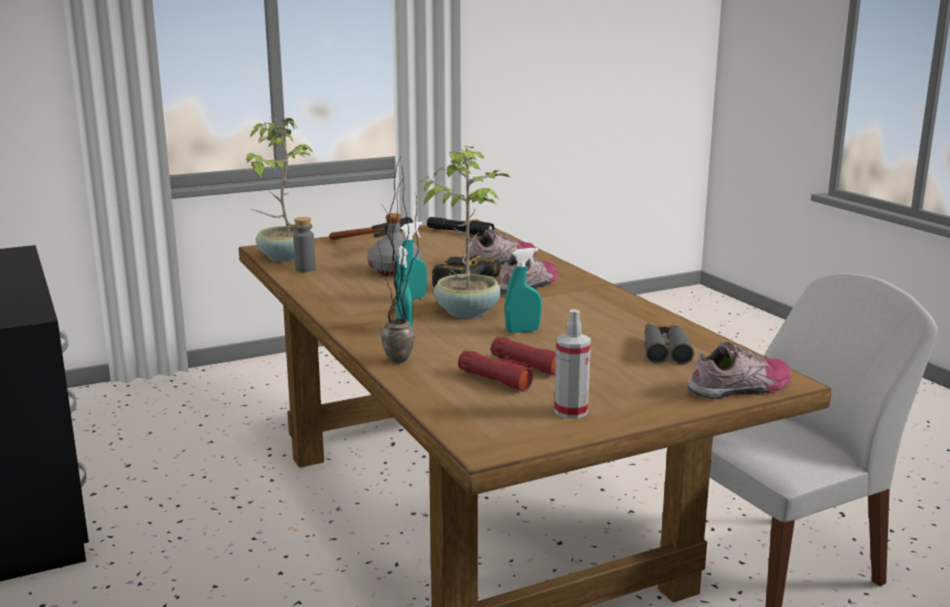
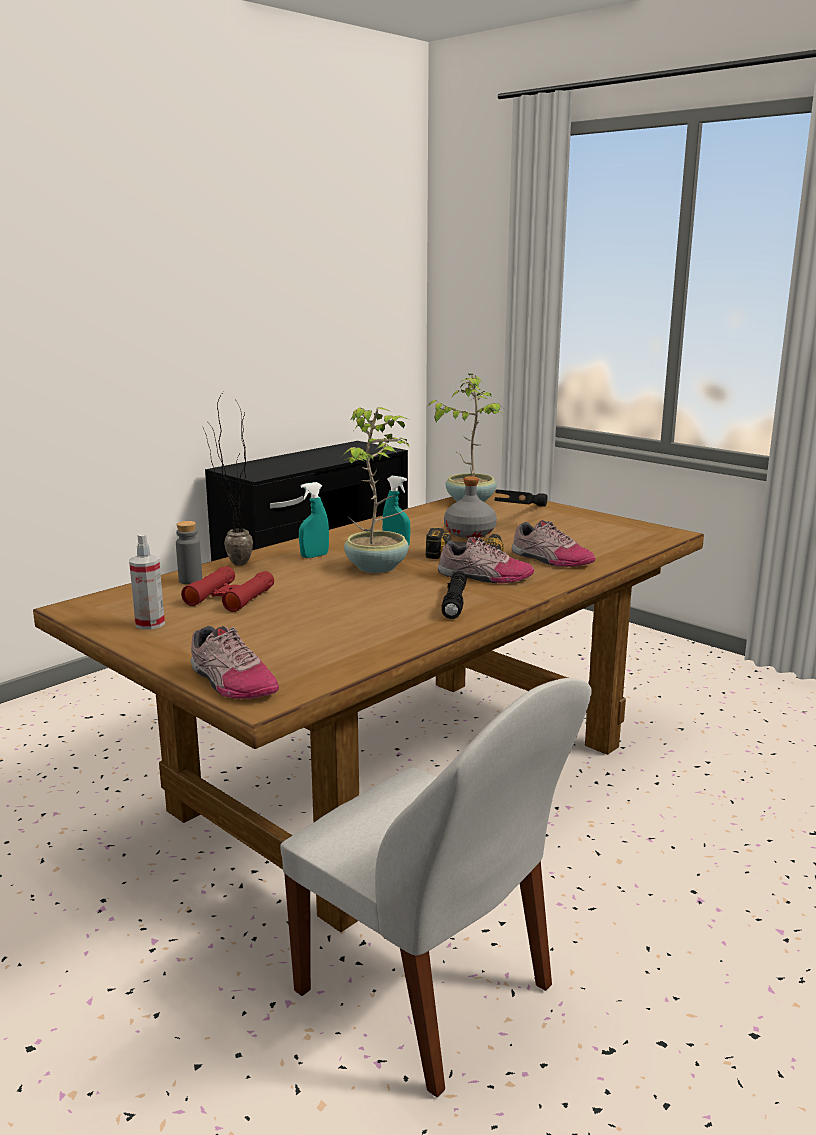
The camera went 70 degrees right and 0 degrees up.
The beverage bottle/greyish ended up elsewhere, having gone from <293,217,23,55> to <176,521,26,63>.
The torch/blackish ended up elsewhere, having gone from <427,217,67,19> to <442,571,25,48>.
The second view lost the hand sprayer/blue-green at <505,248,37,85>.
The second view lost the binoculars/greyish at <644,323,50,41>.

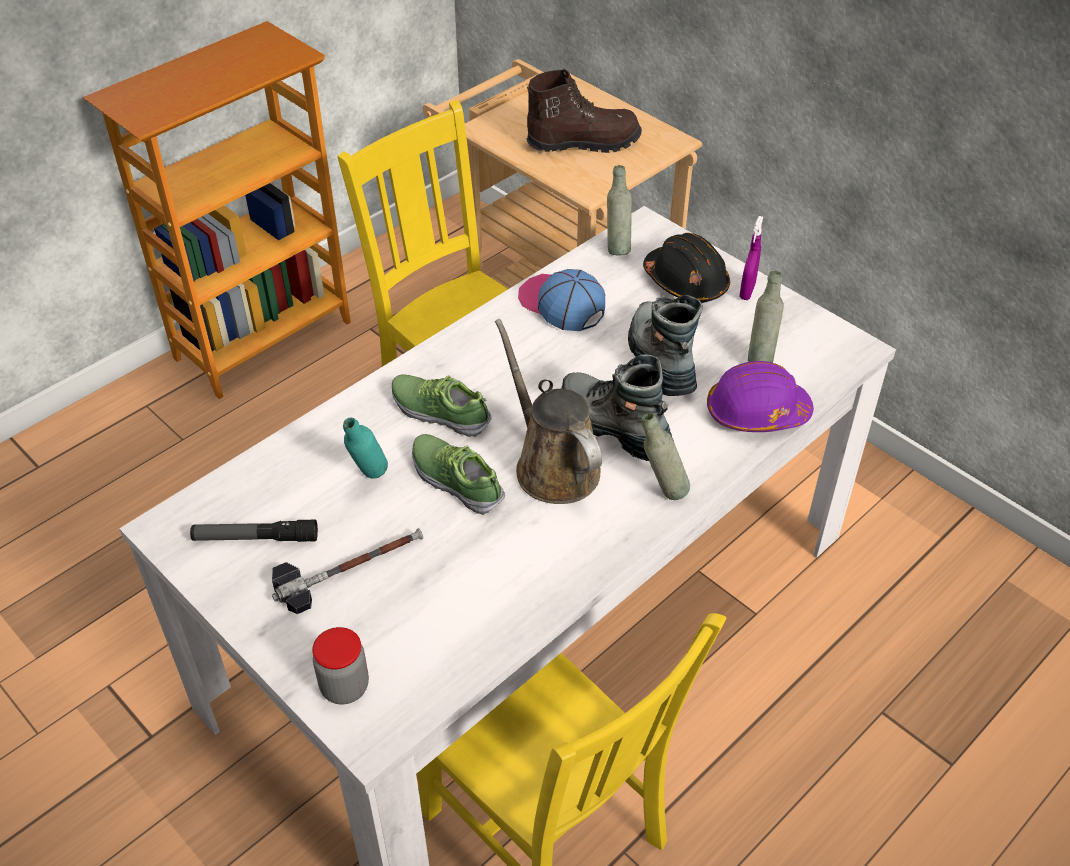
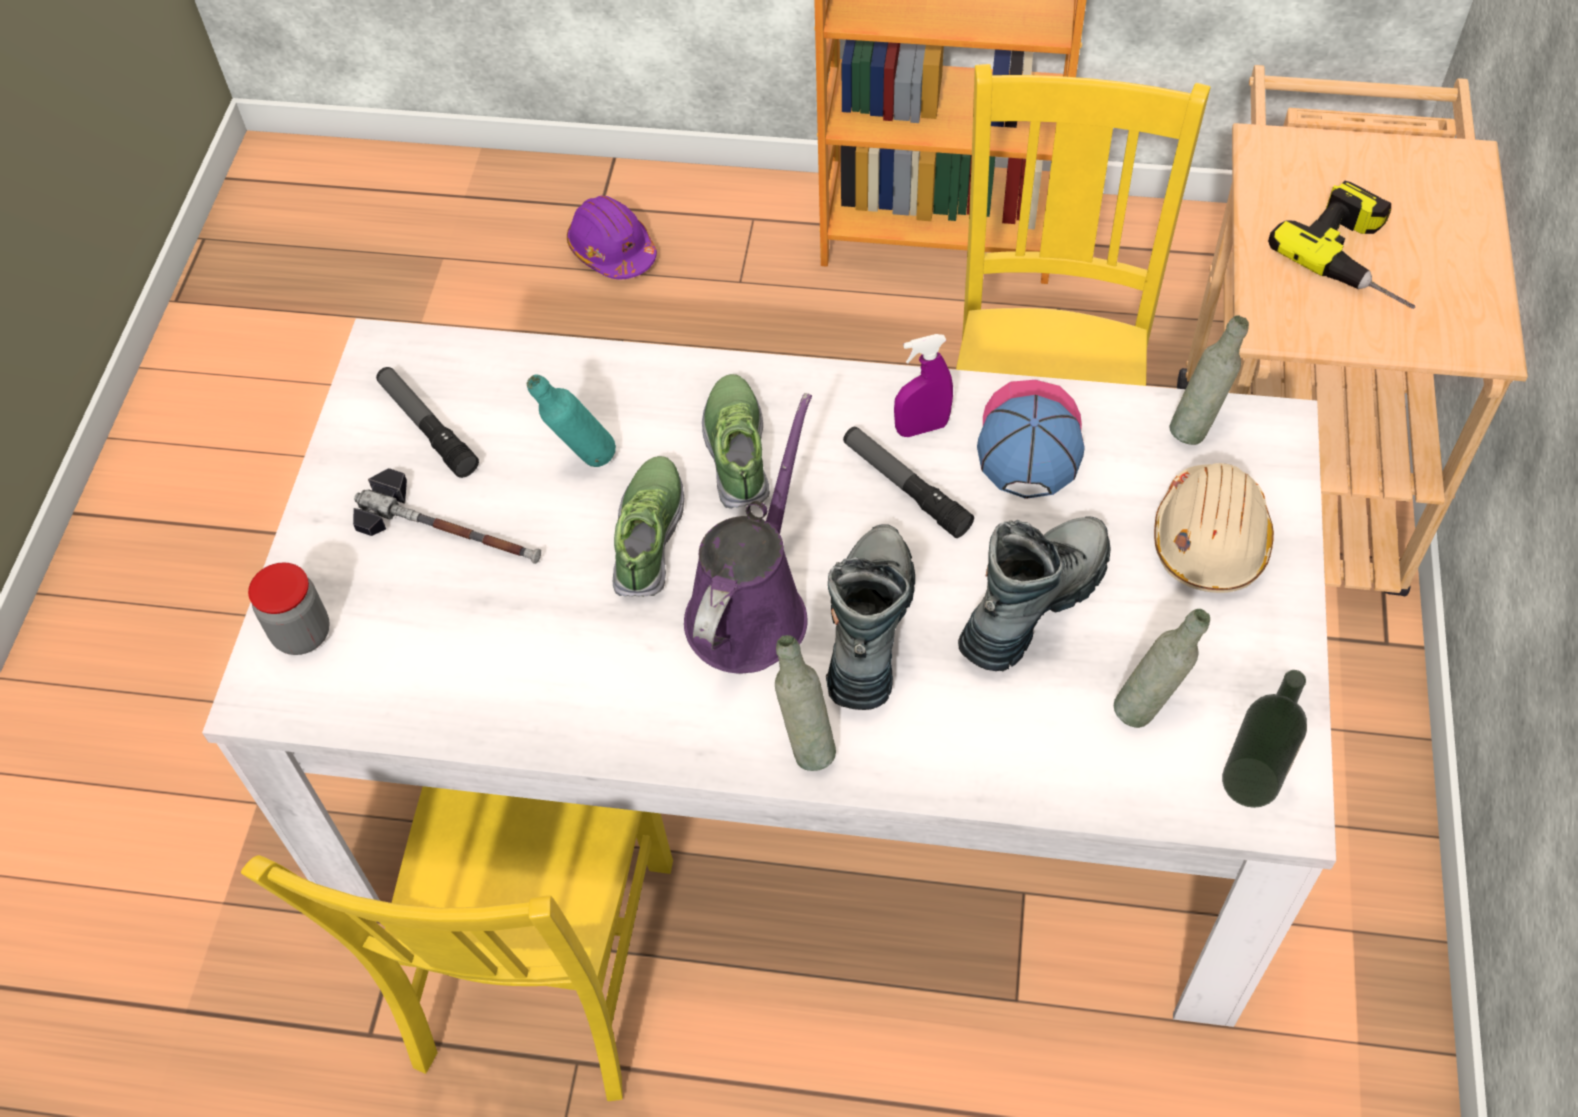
The camera went 55 degrees right and 10 degrees up.
Where the tall boot/brownish stood at <527,69,115,84>, the power drill came to stand at <1268,181,147,128>.
The hand sprayer/purple ended up elsewhere, having gone from <739,216,24,84> to <894,334,59,103>.
What was the safety helmet/blackish at <643,233,87,70> turned into the safety helmet/beige at <1154,463,120,130>.
What was the sprinkling can/brownish at <495,319,107,185> turned into the sprinkling can/purple at <684,393,128,281>.
The safety helmet/purple ended up elsewhere, having gone from <707,361,107,71> to <567,196,90,83>.
The second view gained the torch at <843,427,131,111>.
The second view gained the beverage bottle at <1222,670,85,138>.

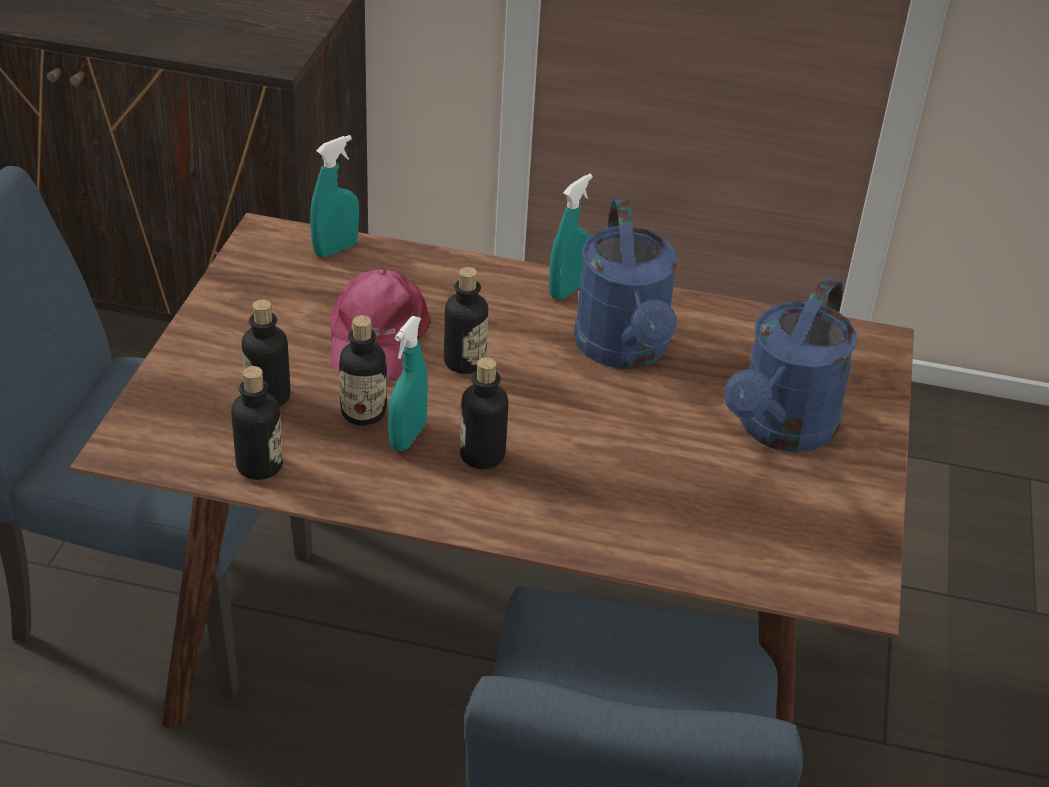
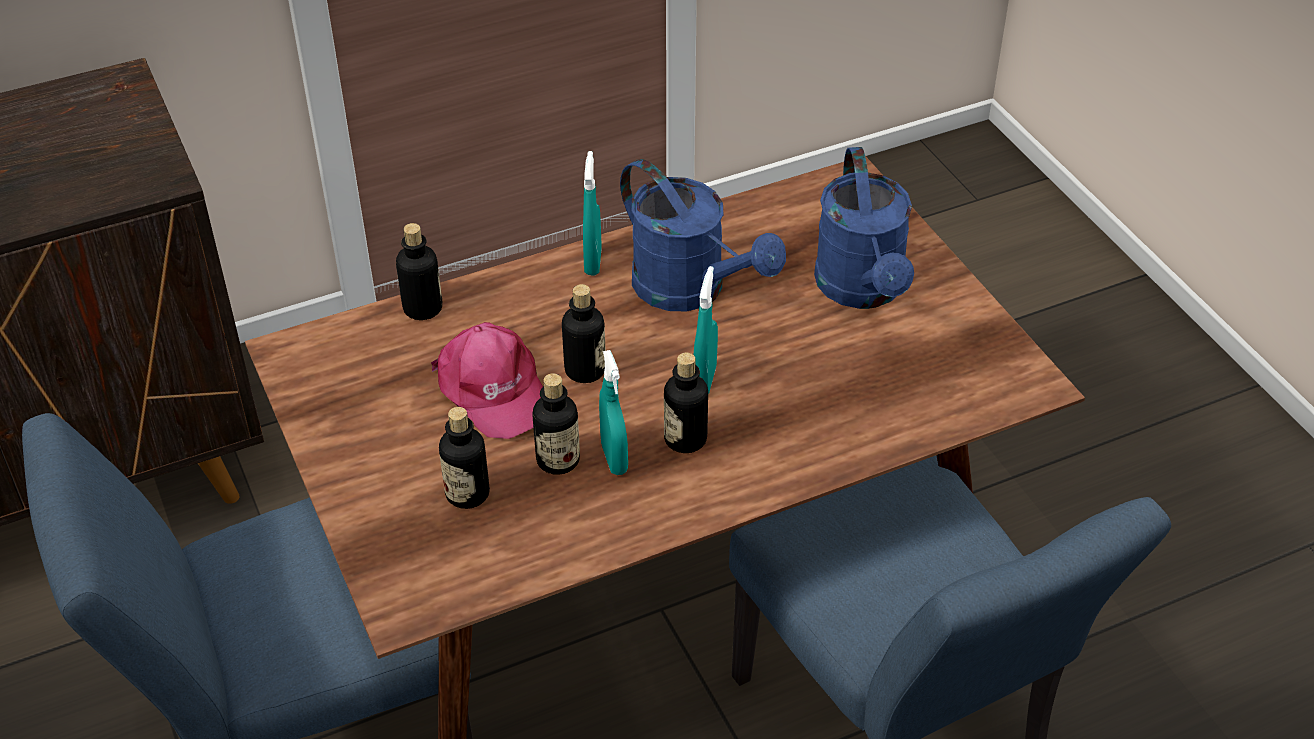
The camera went 35 degrees left and 5 degrees up.
The hand sprayer/blue-green ended up elsewhere, having gone from <310,135,49,122> to <694,266,24,128>.
The beverage bottle ended up elsewhere, having gone from <231,366,52,114> to <396,223,46,97>.

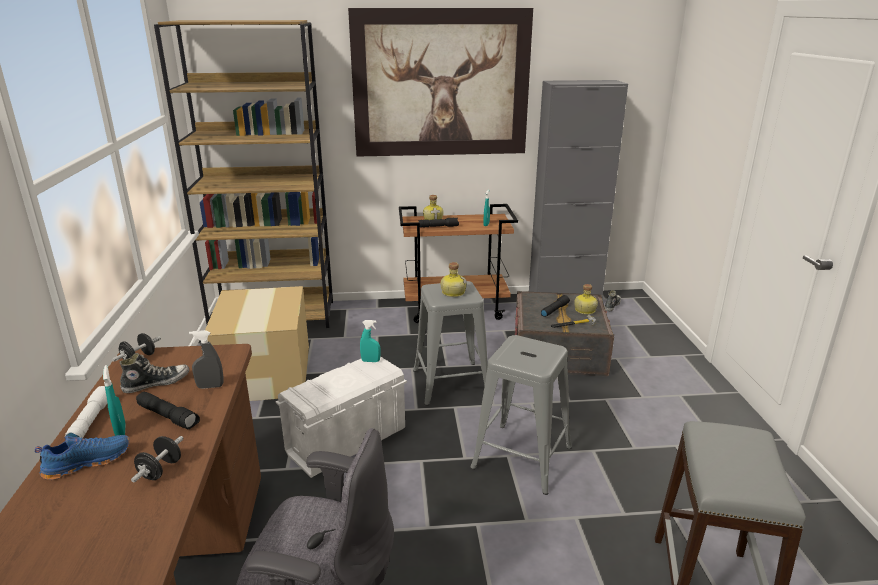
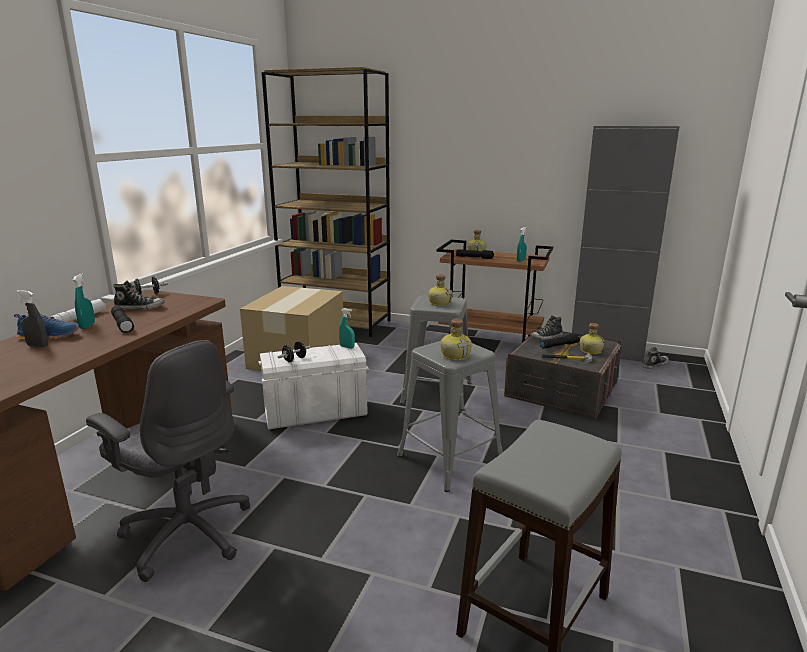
The camera went 25 degrees right and 5 degrees down.
The second view lost the wall picture at <348,8,185,149>.
The hand sprayer/greyish ended up elsewhere, having gone from <189,330,34,59> to <17,290,31,58>.
The dumbbell/blackish ended up elsewhere, having gone from <131,436,52,47> to <278,341,32,21>.
The second view gained the shoe at <530,316,33,24>.
The second view gained the beverage bottle at <440,319,32,41>.

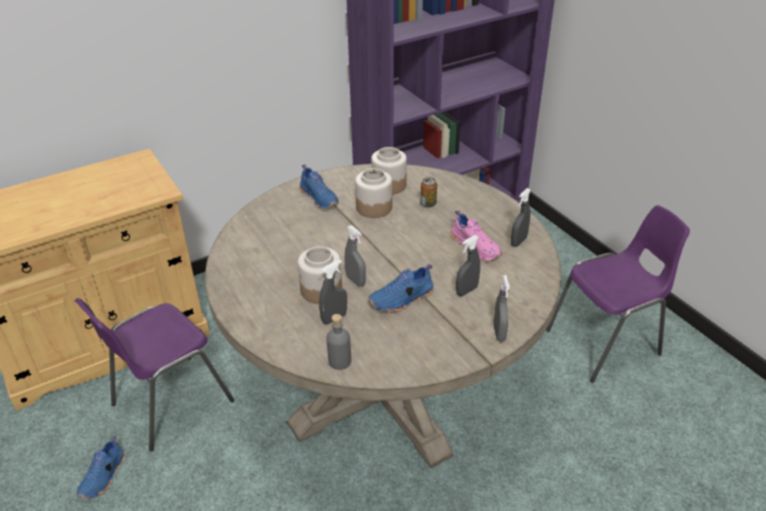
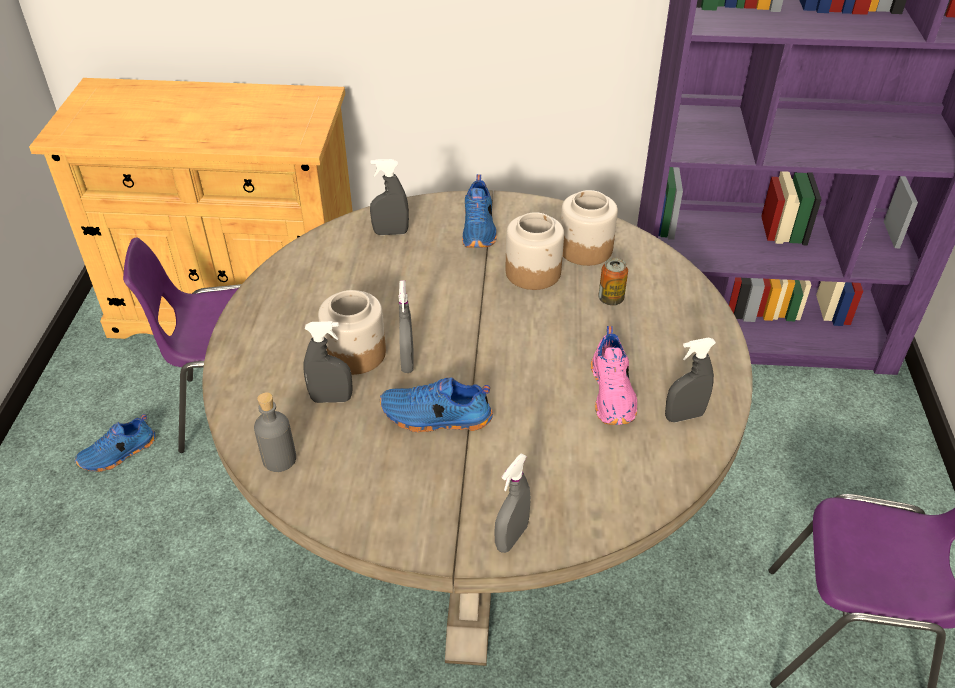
The camera went 35 degrees right and 5 degrees up.
The hand sprayer/greyish ended up elsewhere, having gone from <456,235,24,61> to <370,159,39,76>.

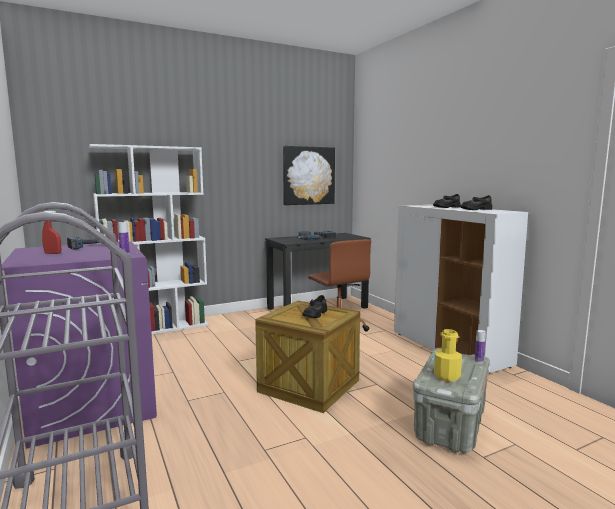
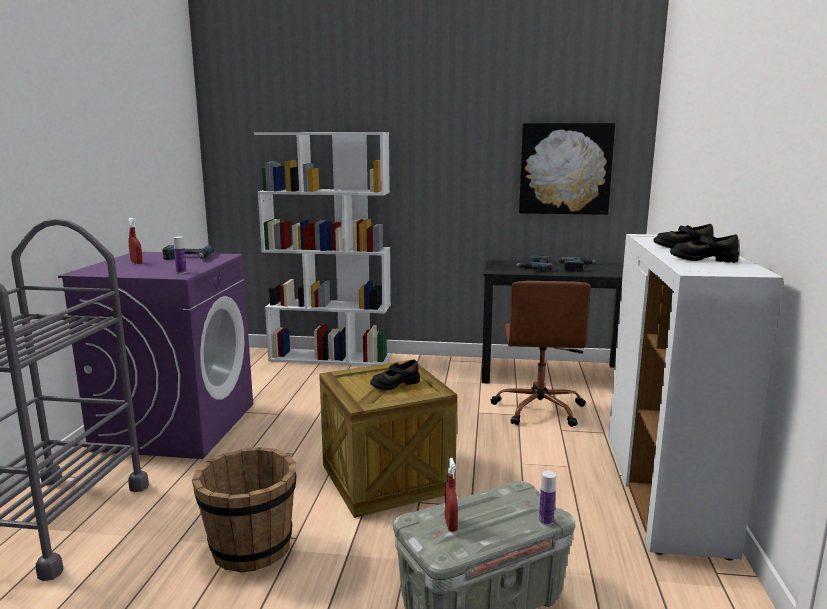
The camera went 35 degrees right and 5 degrees up.
Where the beverage bottle/yellow-coloured stood at <434,329,28,53>, the hand sprayer/red-coloured came to stand at <445,458,13,74>.
The second view gained the bucket/brownish at <192,447,104,126>.

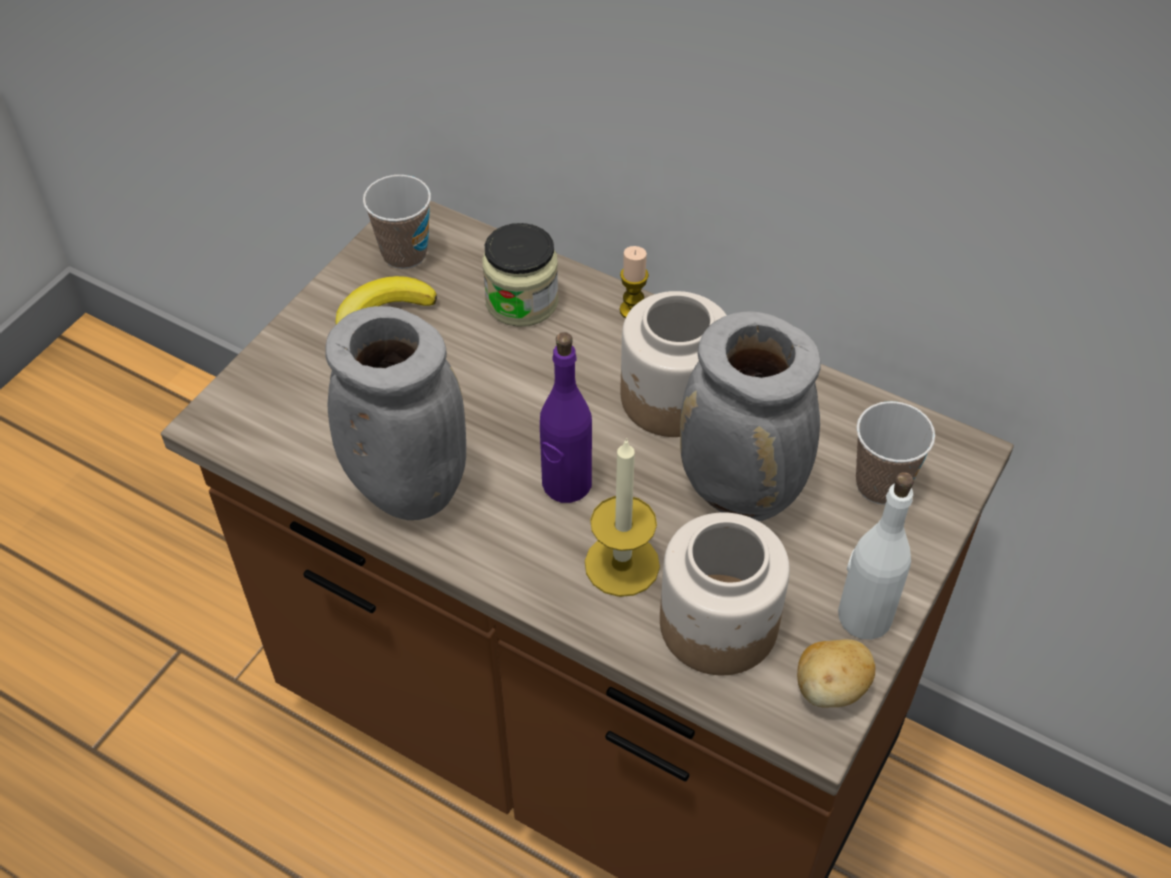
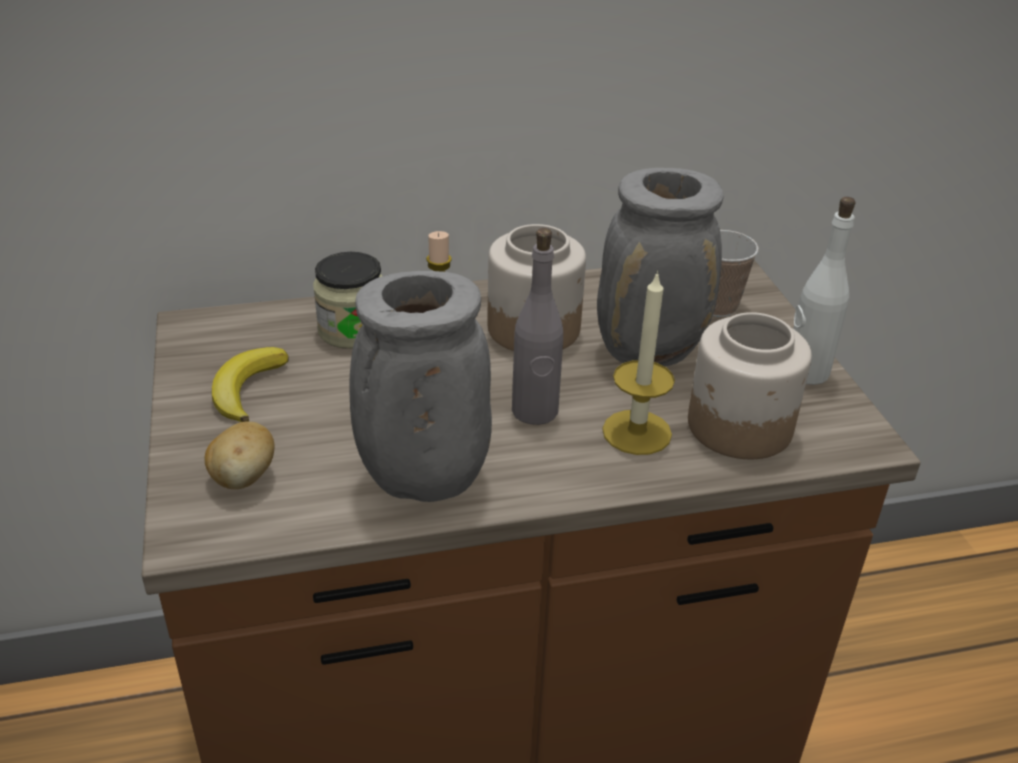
The camera went 45 degrees left and 15 degrees down.
The second view lost the drinking cup at <363,175,68,94>.
What was the beverage bottle/purple at <540,332,52,171> turned into the beverage bottle/greyish at <512,228,51,197>.
The whole potato ended up elsewhere, having gone from <797,639,78,69> to <205,422,70,67>.

